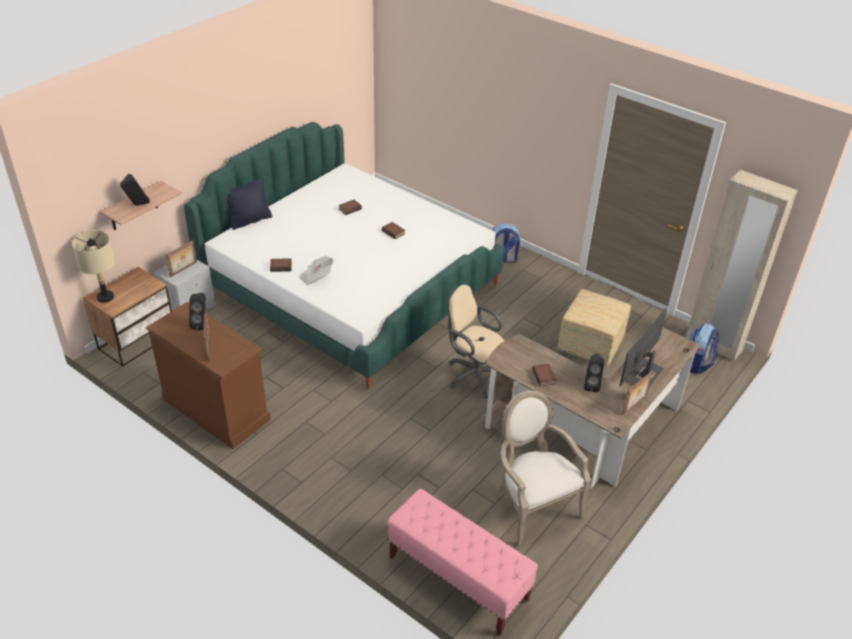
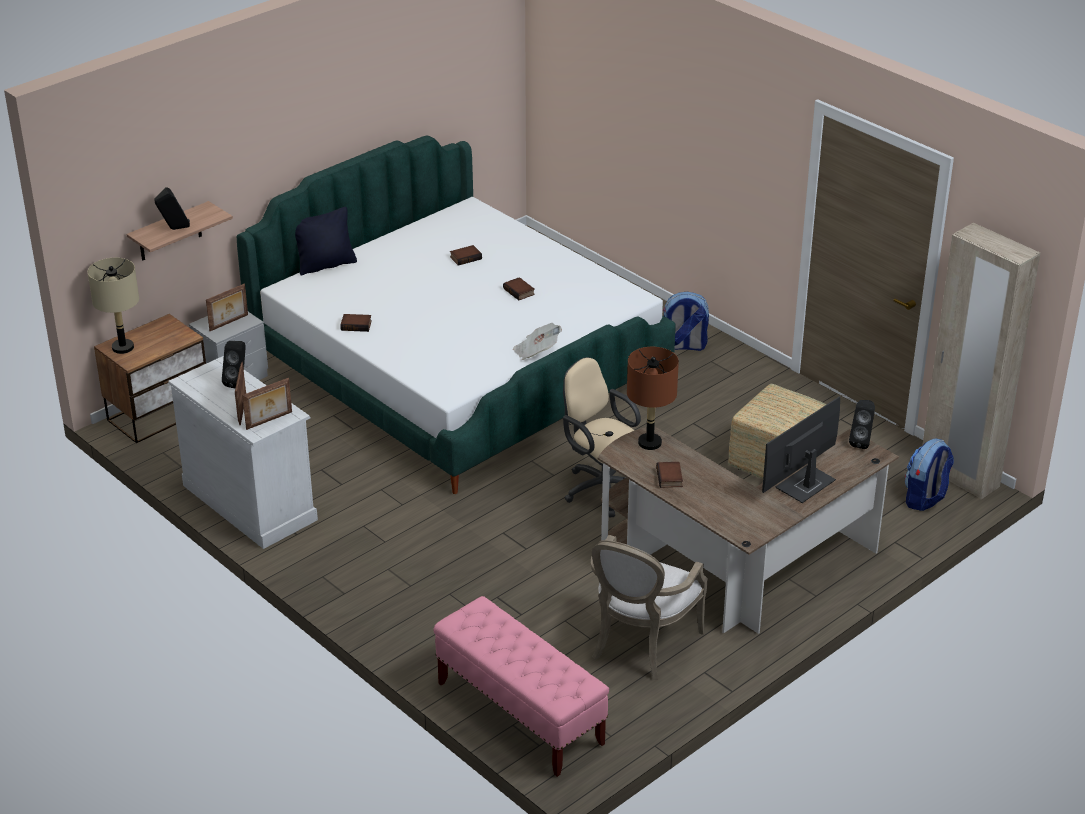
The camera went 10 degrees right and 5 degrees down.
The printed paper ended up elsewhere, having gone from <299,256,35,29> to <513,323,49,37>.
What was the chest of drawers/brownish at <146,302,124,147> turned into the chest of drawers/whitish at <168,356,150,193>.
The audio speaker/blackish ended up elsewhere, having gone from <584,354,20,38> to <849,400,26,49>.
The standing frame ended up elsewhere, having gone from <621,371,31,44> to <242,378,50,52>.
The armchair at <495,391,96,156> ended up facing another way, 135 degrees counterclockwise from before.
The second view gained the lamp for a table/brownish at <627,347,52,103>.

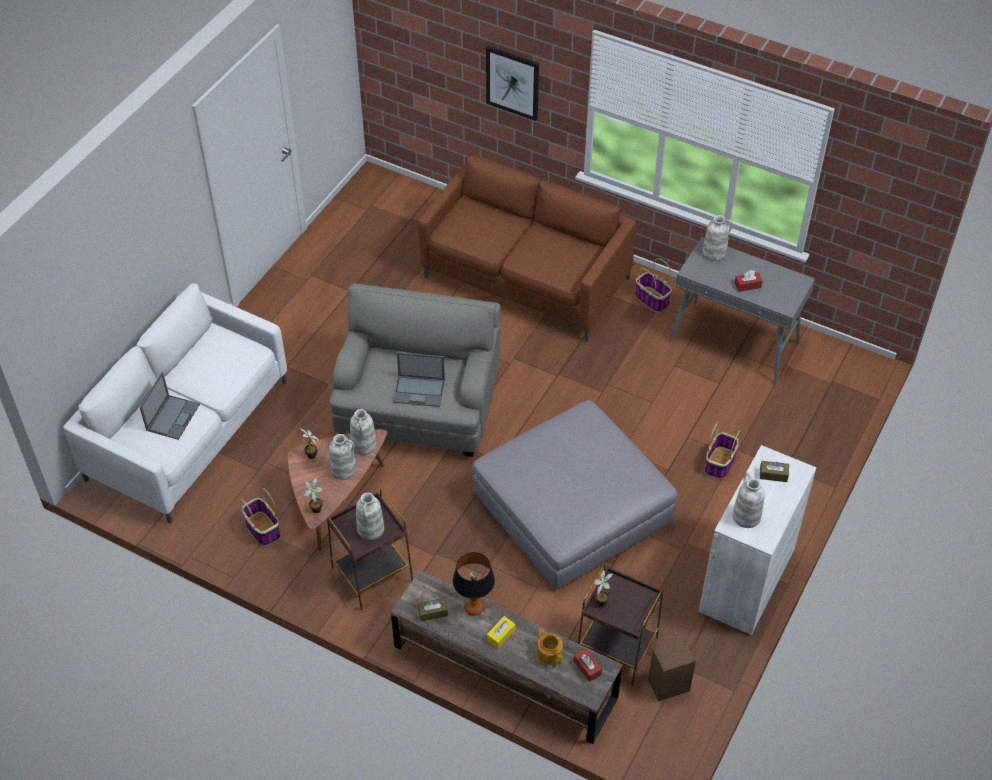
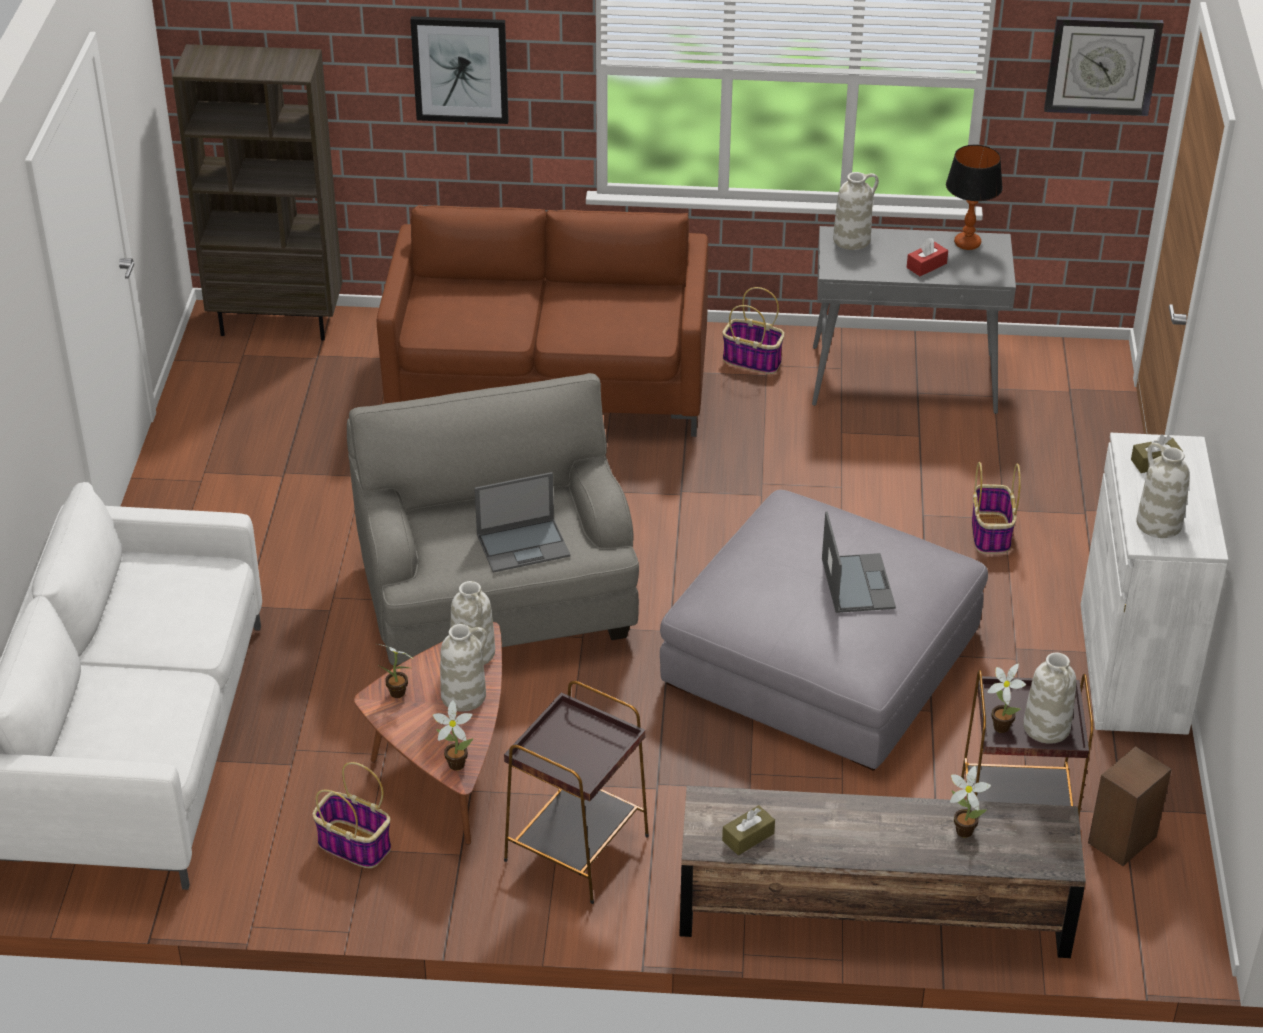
The camera went 25 degrees left and 10 degrees down.
The laptop ended up elsewhere, having gone from <140,372,60,68> to <822,511,74,102>.
The flower vase/whitish ended up elsewhere, having gone from <356,493,28,47> to <1023,652,53,92>.
The lamp for a table ended up elsewhere, having gone from <453,552,42,63> to <946,145,57,105>.
The second view lost the tissue holder/yellow-coloured at <487,616,28,33>.
Where the pot for tea stood at <537,628,26,37>, the potted plant came to stand at <950,766,41,72>.
The second view lost the tissue holder/red-coloured at <574,648,28,34>.
The second view gained the clock on the wall at <1044,16,120,100>.
The second view gained the bookshelf/brownish at <172,44,171,297>.

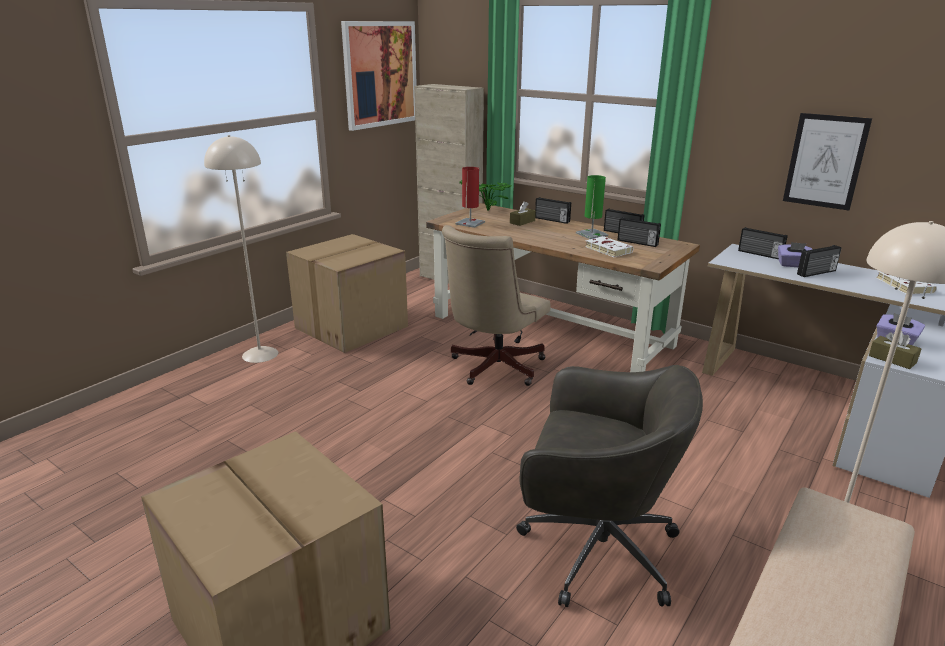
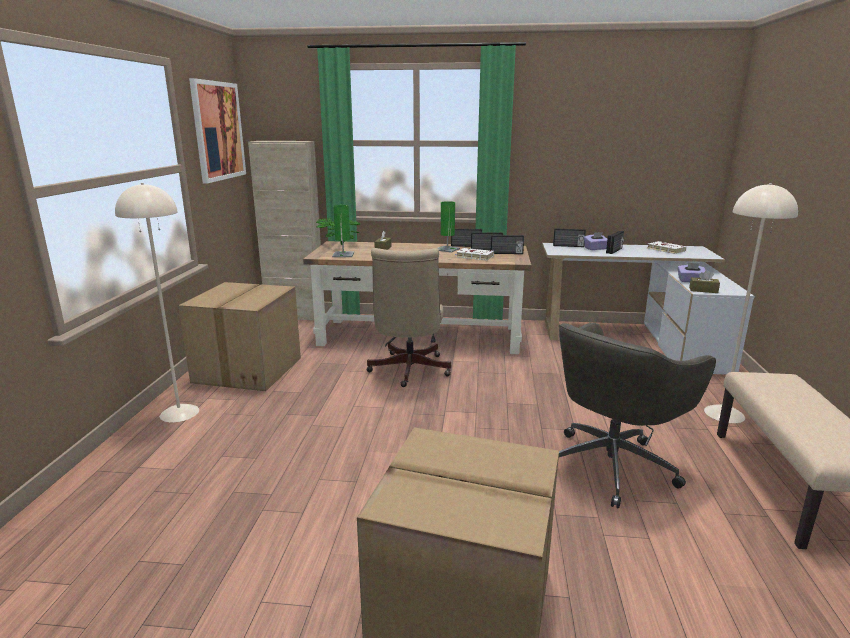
The camera went 30 degrees left and 5 degrees down.
The second view lost the wall picture at <783,113,89,97>.
What was the lamp for a table/red-coloured at <455,167,30,61> turned into the lamp for a table/green-coloured at <332,205,22,52>.
The radio receiver ended up elsewhere, having gone from <535,197,36,27> to <491,235,33,19>.
The office chair/greyish at <516,365,187,242> ended up facing another way, 150 degrees clockwise from before.

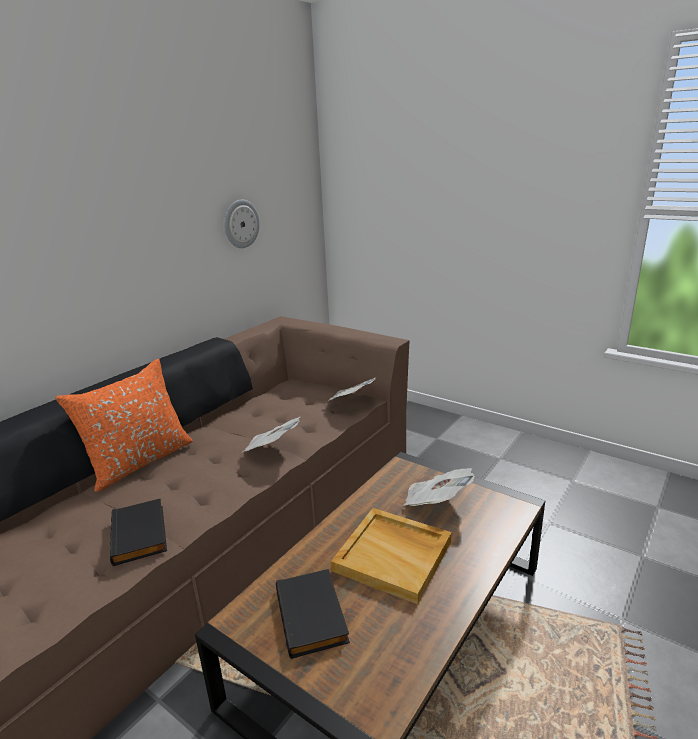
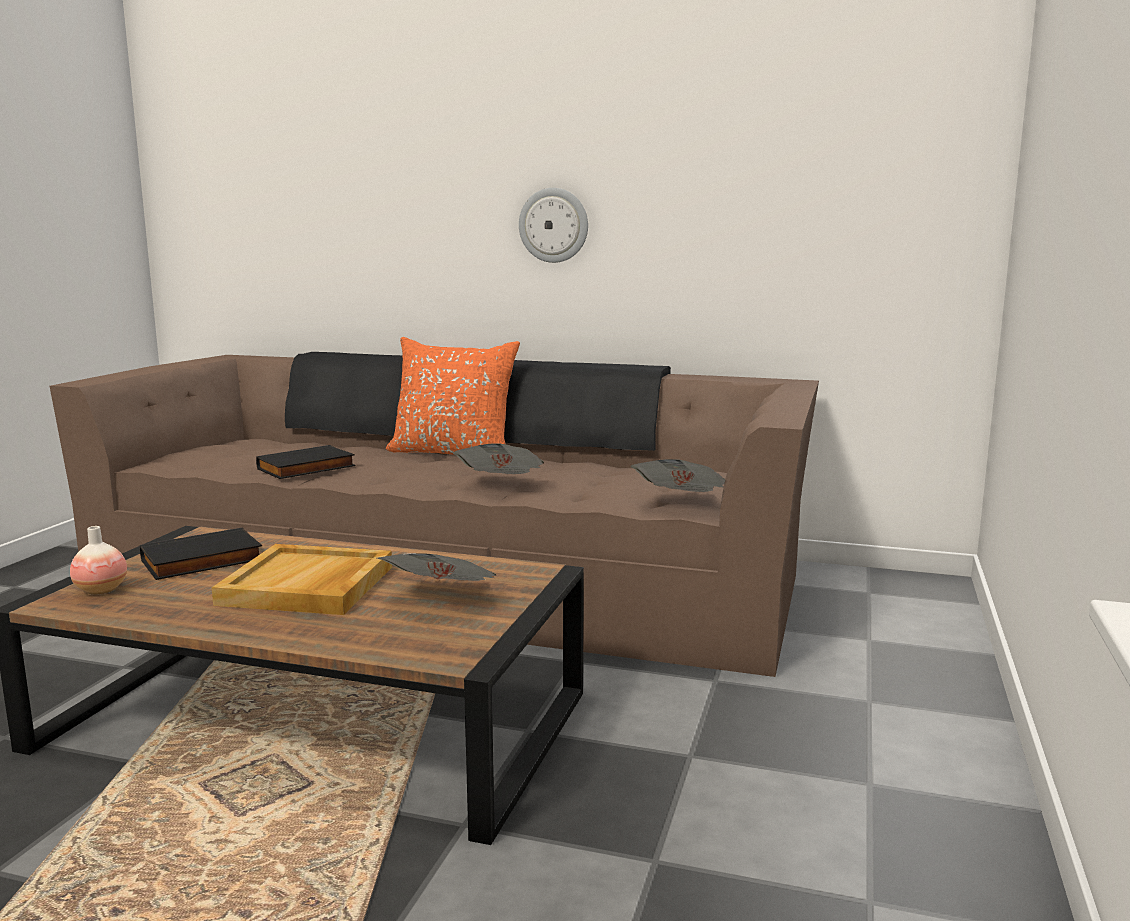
The camera went 70 degrees right and 10 degrees down.
The clock on the wall ended up elsewhere, having gone from <224,200,36,48> to <519,188,69,75>.
The second view gained the flower vase at <70,526,57,69>.

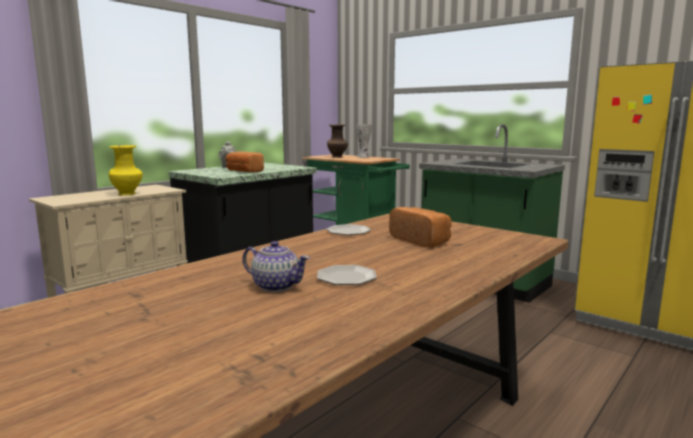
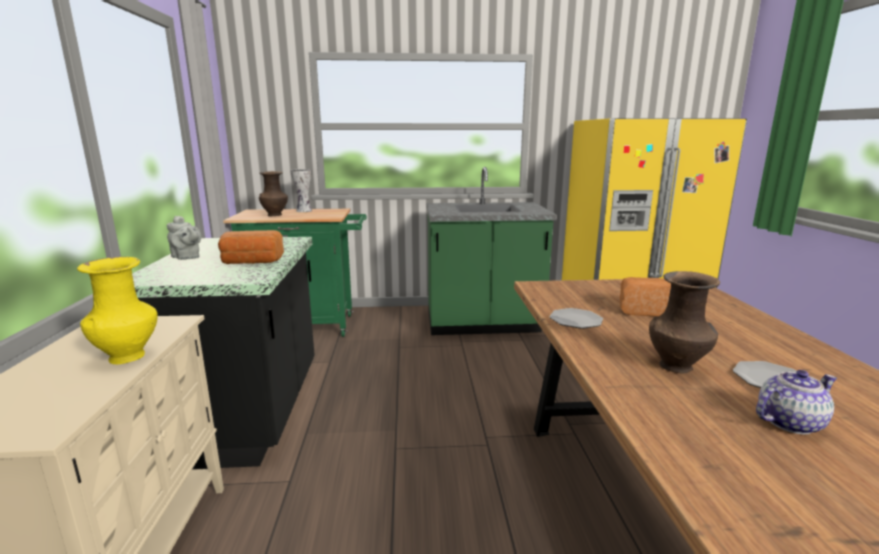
The camera went 45 degrees left and 5 degrees up.
The second view gained the flower vase/brownish at <649,271,71,103>.

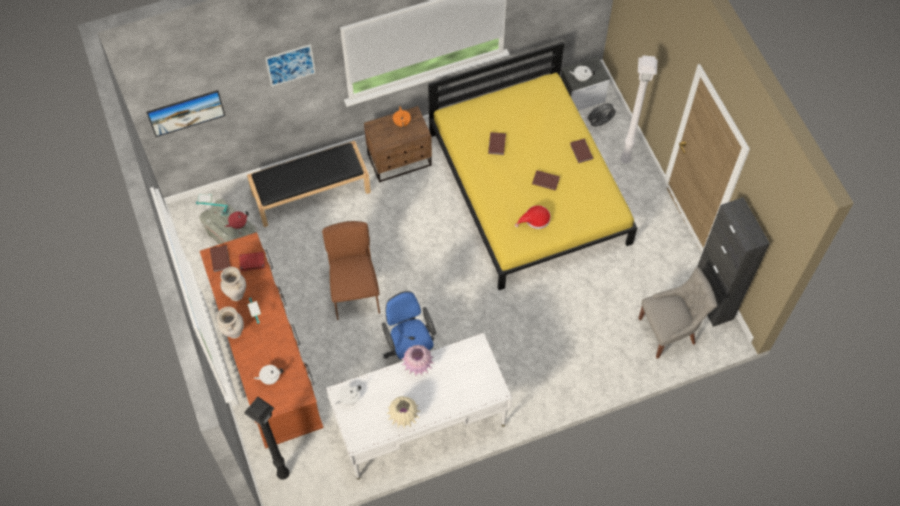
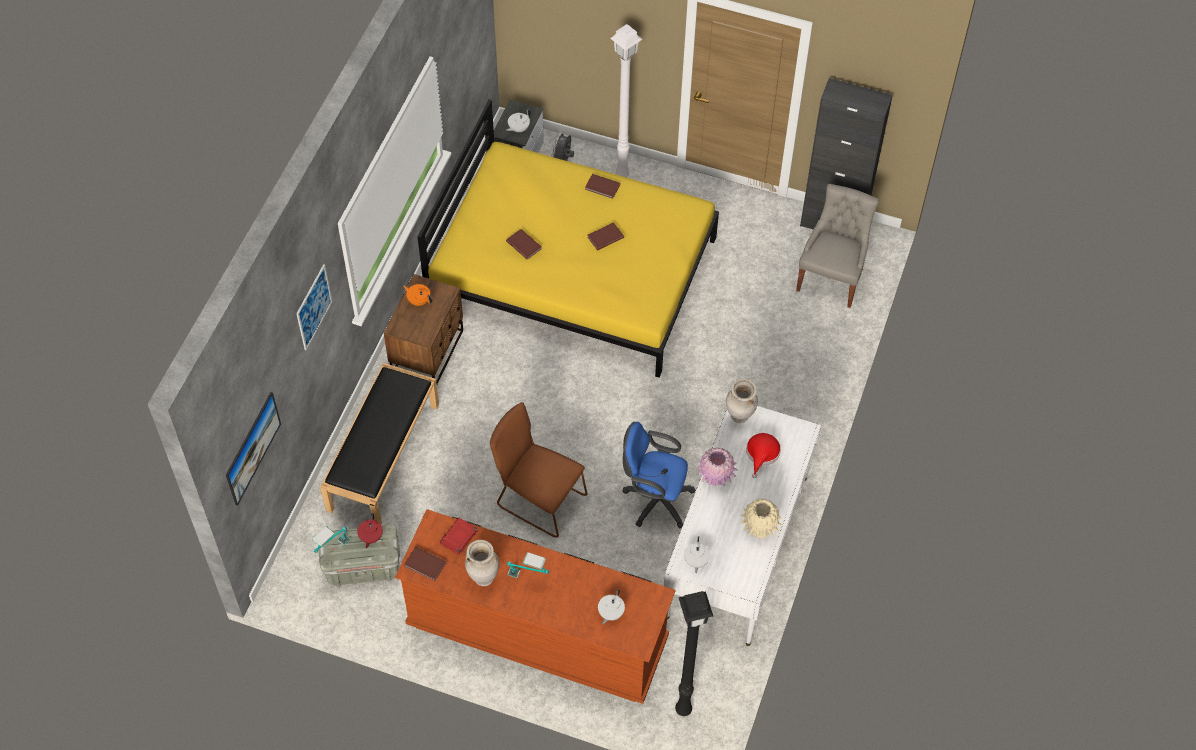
The camera went 50 degrees left and 5 degrees down.
The hat/red-coloured ended up elsewhere, having gone from <515,205,36,24> to <746,433,35,45>.
The flower vase/beige ended up elsewhere, having gone from <217,307,27,32> to <726,379,32,44>.

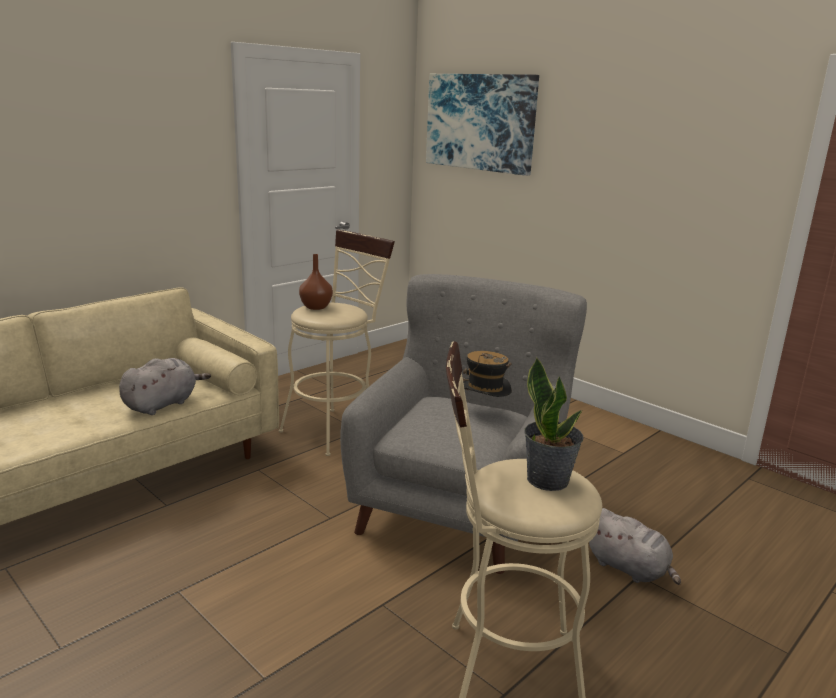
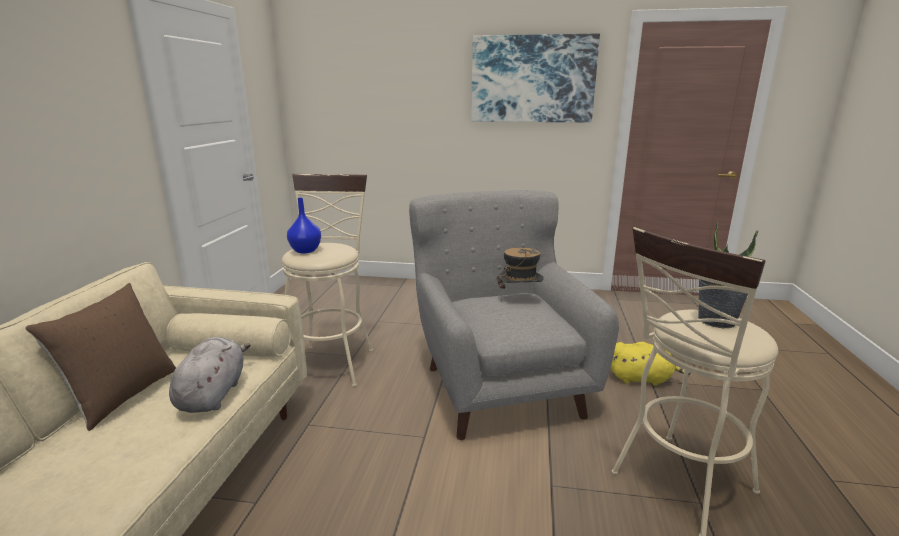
The camera went 35 degrees left and 0 degrees up.
The wall picture ended up elsewhere, having gone from <426,74,113,102> to <471,33,129,90>.
What was the flower vase/brownish at <299,254,34,56> turned into the flower vase/blue at <287,198,34,55>.
What was the plush toy/greyish at <589,508,92,77> turned into the plush toy/yellow-coloured at <611,342,80,44>.
The second view gained the pillow/brownish at <25,283,151,148>.

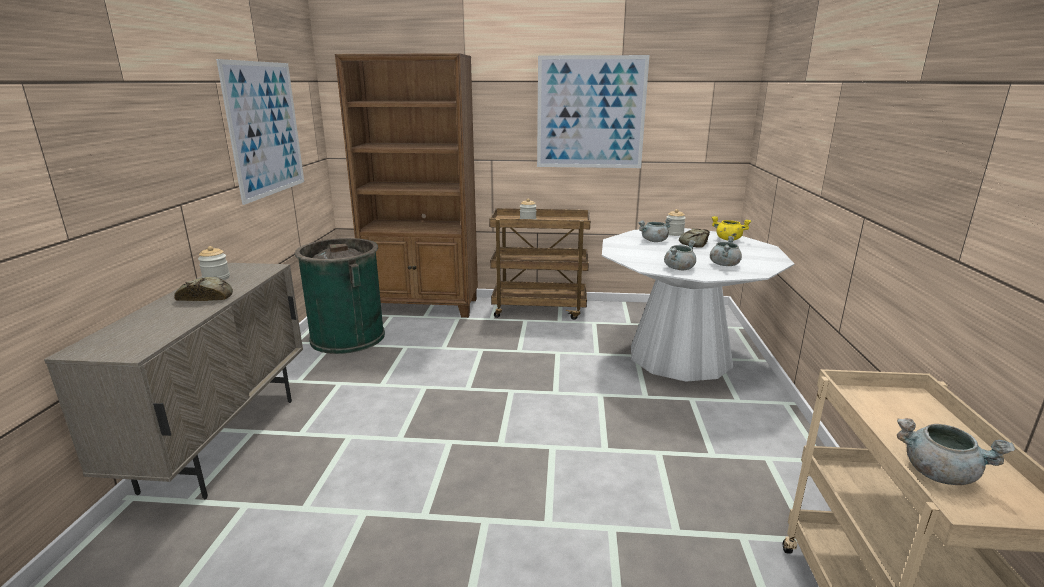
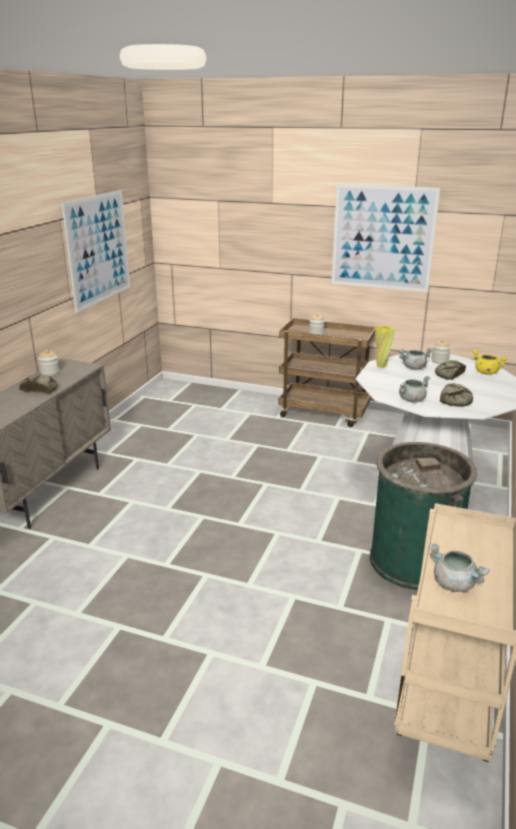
The camera went 15 degrees right and 5 degrees up.
The second view lost the bookshelf/brownish at <335,53,143,265>.
Where the cooking pot/greyish stood at <710,236,32,30>, the bread came to stand at <440,383,33,24>.
The waste bin/green-coloured ended up elsewhere, having gone from <295,238,90,116> to <370,442,107,148>.
The second view gained the flower vase/yellow-coloured at <375,325,20,43>.

